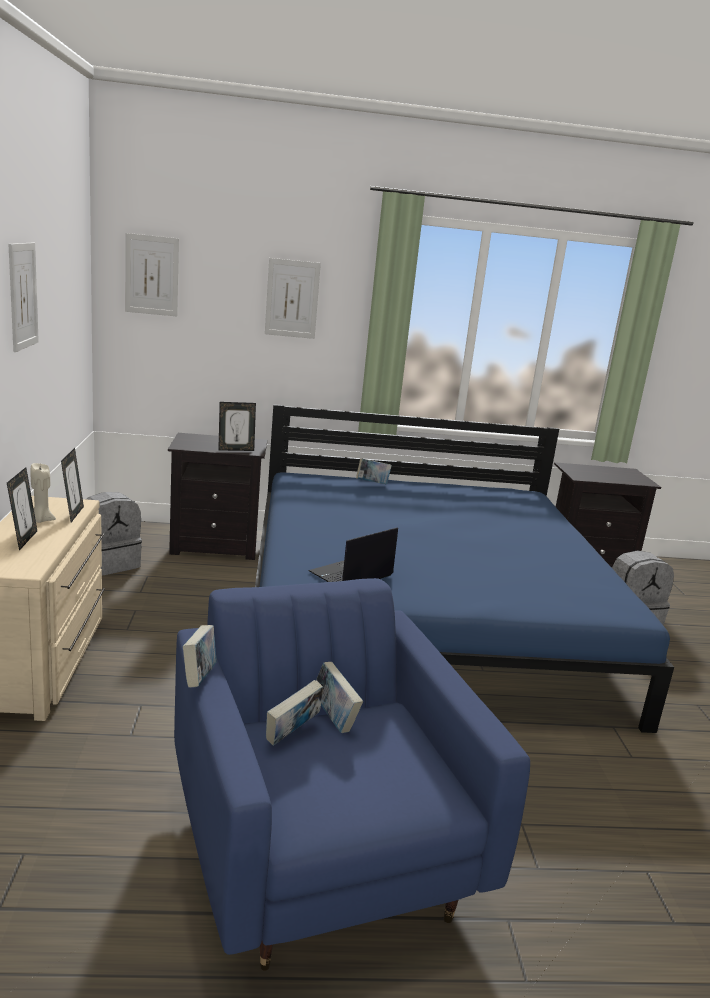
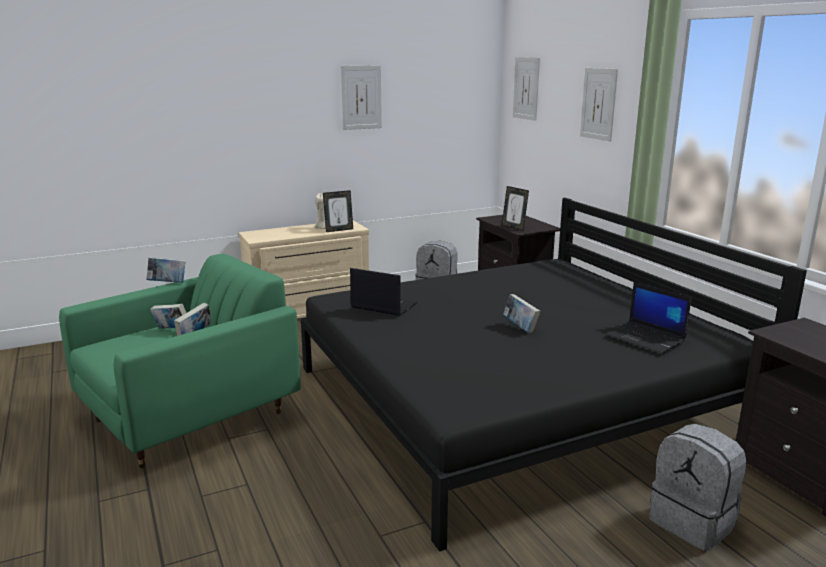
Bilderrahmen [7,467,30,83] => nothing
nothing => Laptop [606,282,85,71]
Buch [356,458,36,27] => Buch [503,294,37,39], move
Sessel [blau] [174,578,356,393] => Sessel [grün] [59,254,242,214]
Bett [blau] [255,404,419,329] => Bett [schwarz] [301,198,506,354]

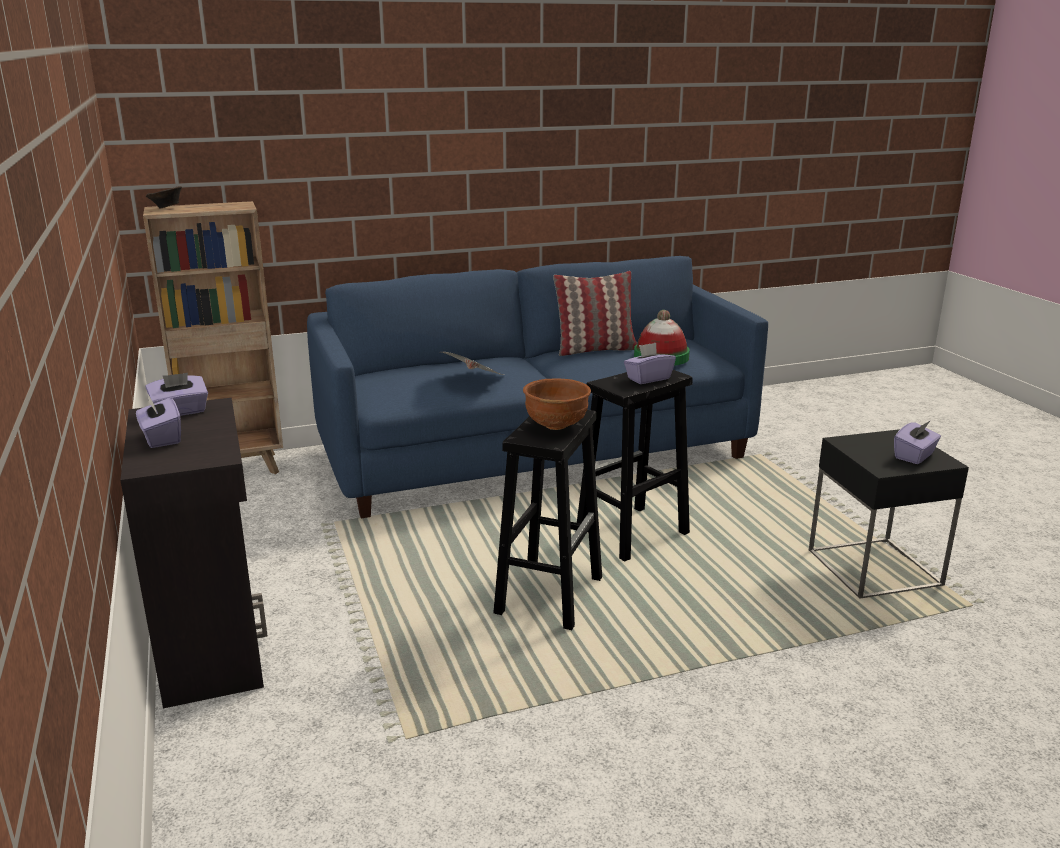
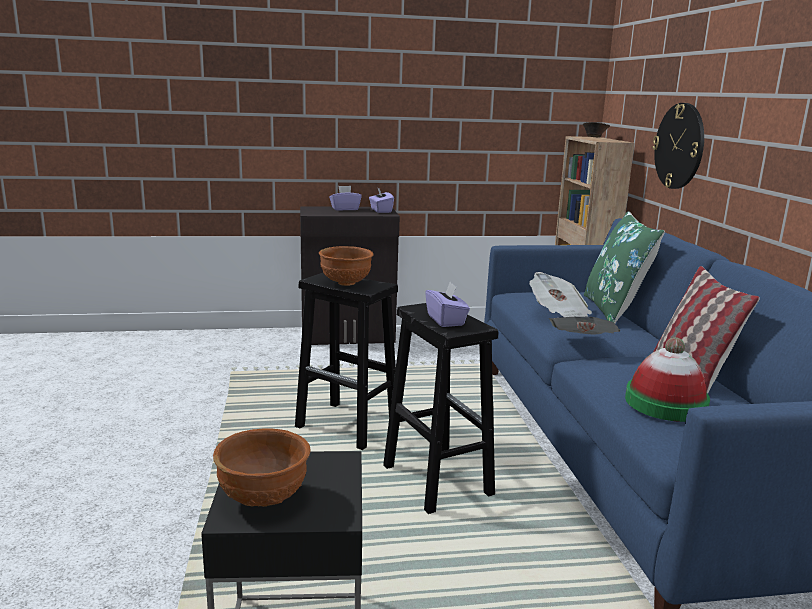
nothing => Zeitung [549,316,72,19]
nothing => Kissen [grün] [584,211,81,112]
nothing => Wanduhr [652,103,52,86]
Taschentuchbox [lila] [894,420,47,44] => Schüssel [braun] [213,428,98,79]

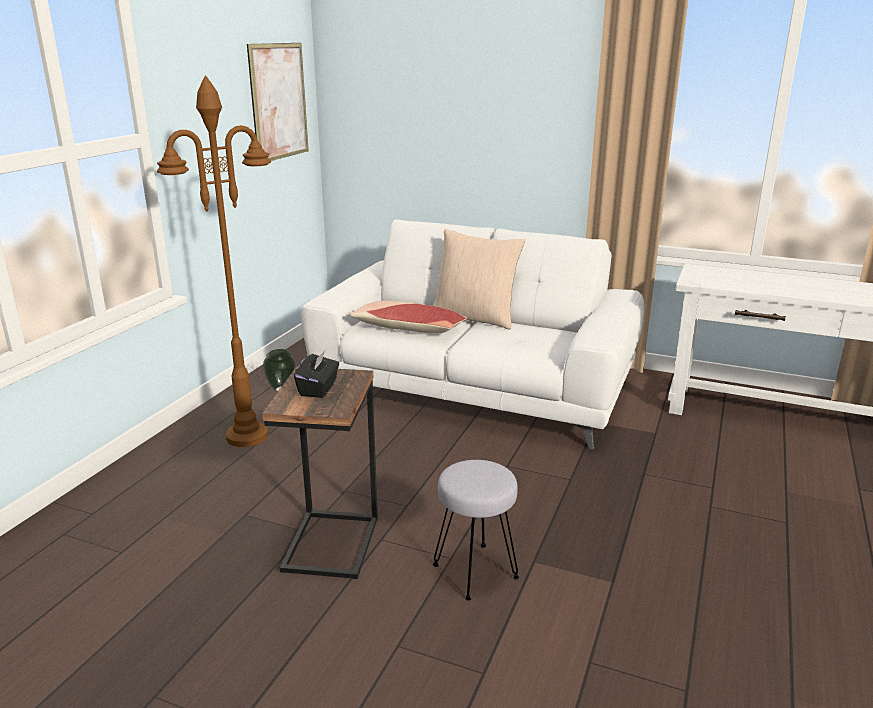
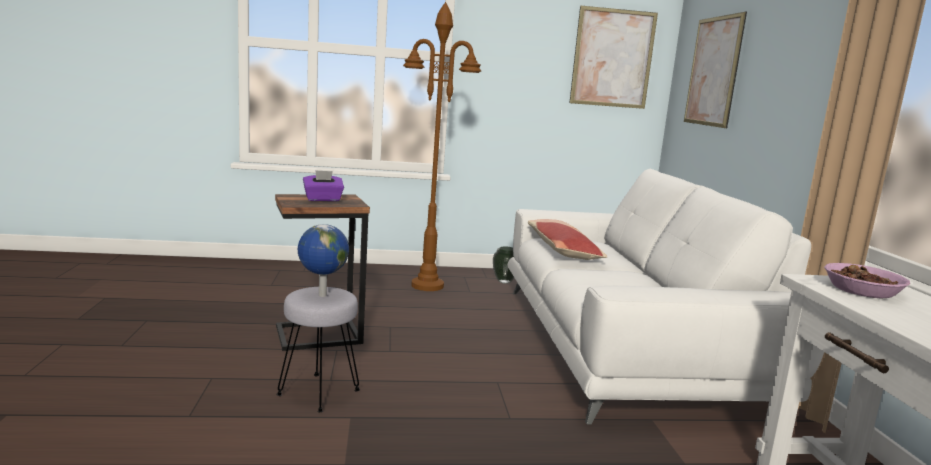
Kissen [beige] [432,229,93,100] => nothing
nothing => Globus [298,224,51,73]
nothing => Bild [684,12,63,116]
nothing => Schüssel [824,263,86,35]
Taschentuchbox [schwarz] [294,351,45,47] => Taschentuchbox [lila] [303,170,41,31]

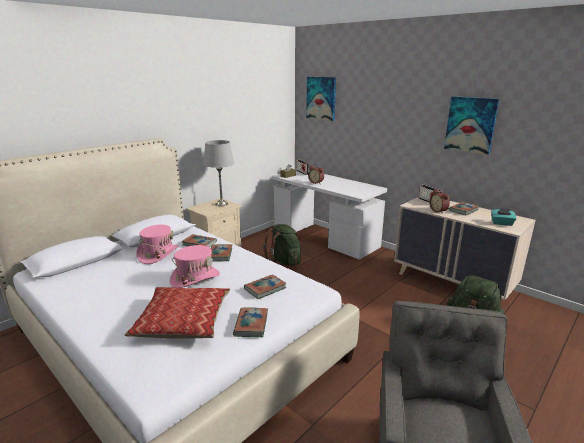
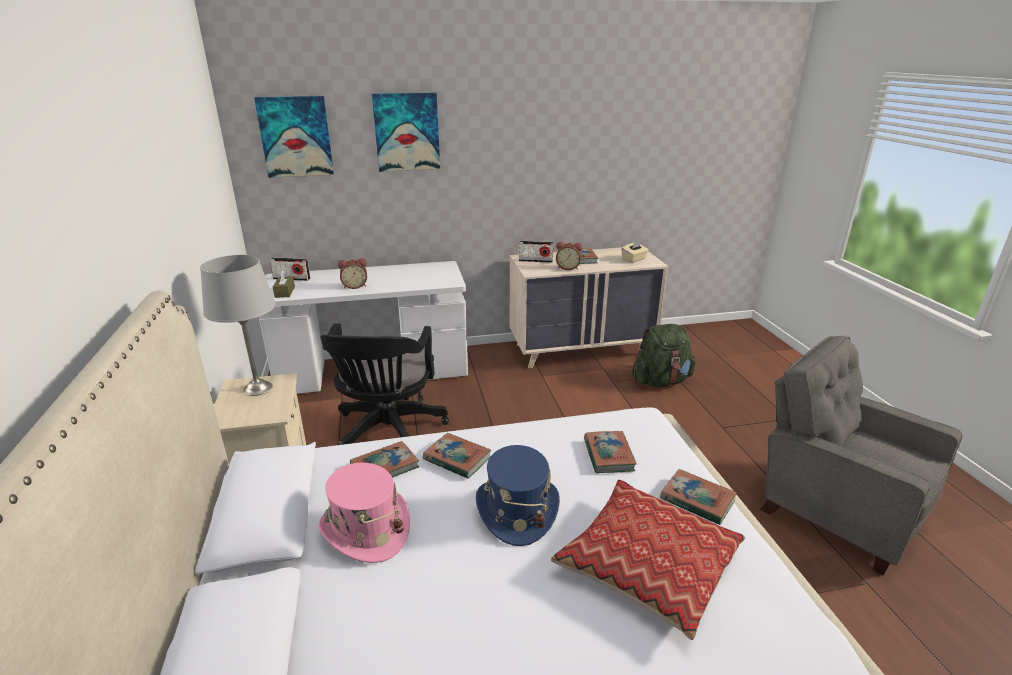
Bild [444,96,56,59] => Bild [372,92,68,80], move
Rucksack [grün] [263,224,38,42] => Bürostuhl [schwarz] [320,323,129,122]
Hut [rosa] [170,245,50,43] => Hut [blau] [476,445,84,101]
Taschentuchbox [türkis] [491,208,26,18] => Taschentuchbox [beige] [621,241,28,22]

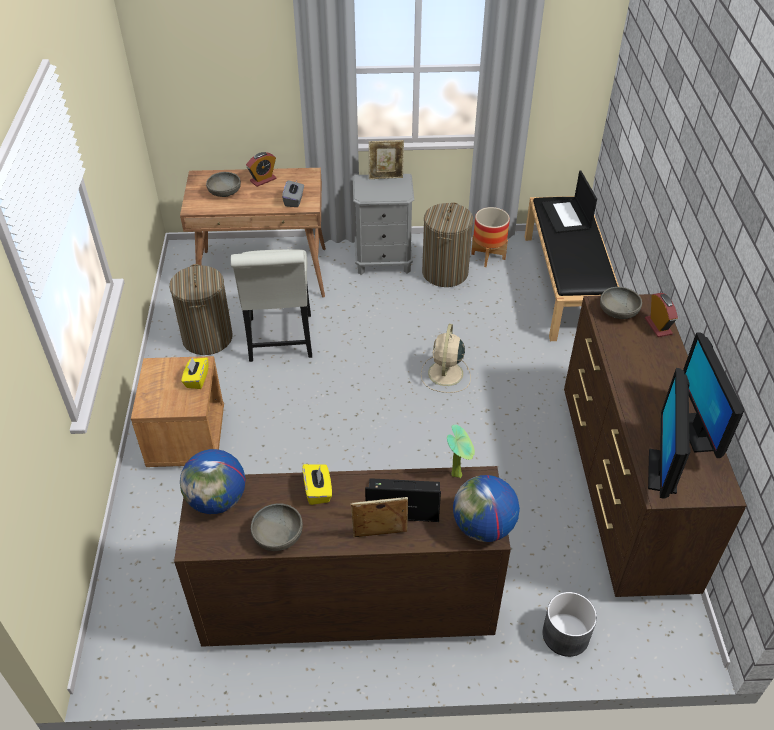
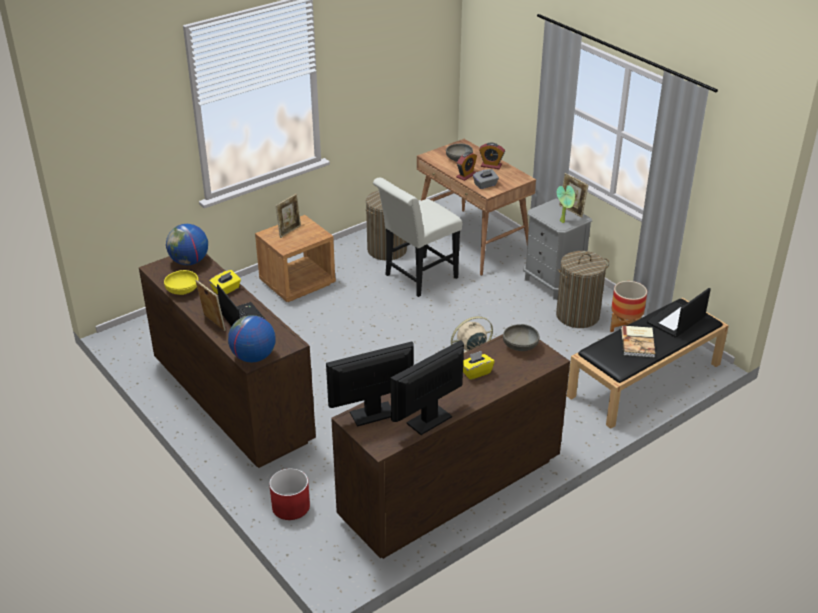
nothing => Bilderrahmen [275,194,26,44]
nothing => Buch [621,326,34,31]
Taschentuchbox [gelb] [181,357,27,32] => Taschentuchbox [gelb] [463,351,31,29], move
Topfpflanze [447,425,28,53] => Topfpflanze [557,185,18,38], move
Wecker [645,293,33,44] => Wecker [456,152,21,29], move
Schüssel [grau] [251,503,52,48] => Schüssel [gelb] [164,270,35,25]
Pflanzkübel [grau] [542,592,55,65] => Pflanzkübel [rot] [269,468,41,52]

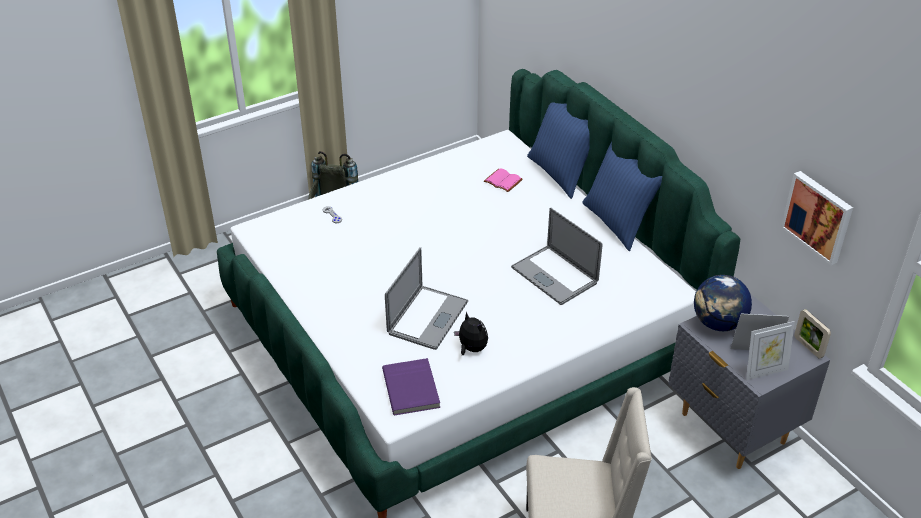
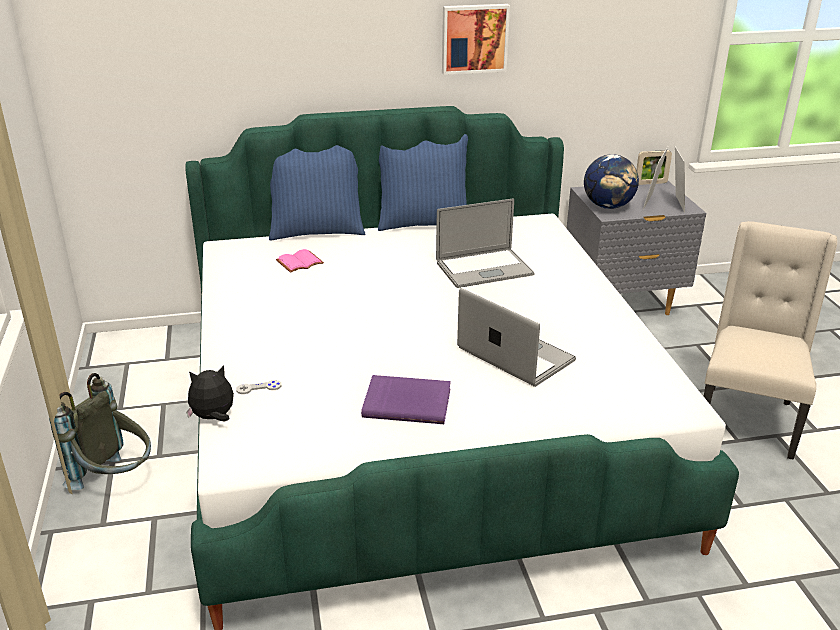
Buch [lila] [382,358,58,57] => Buch [lila] [361,375,90,49], move
Plüschtier [454,311,34,44] => Plüschtier [186,365,48,56], move
Bild [781,171,72,94] => Bild [442,4,68,71], move

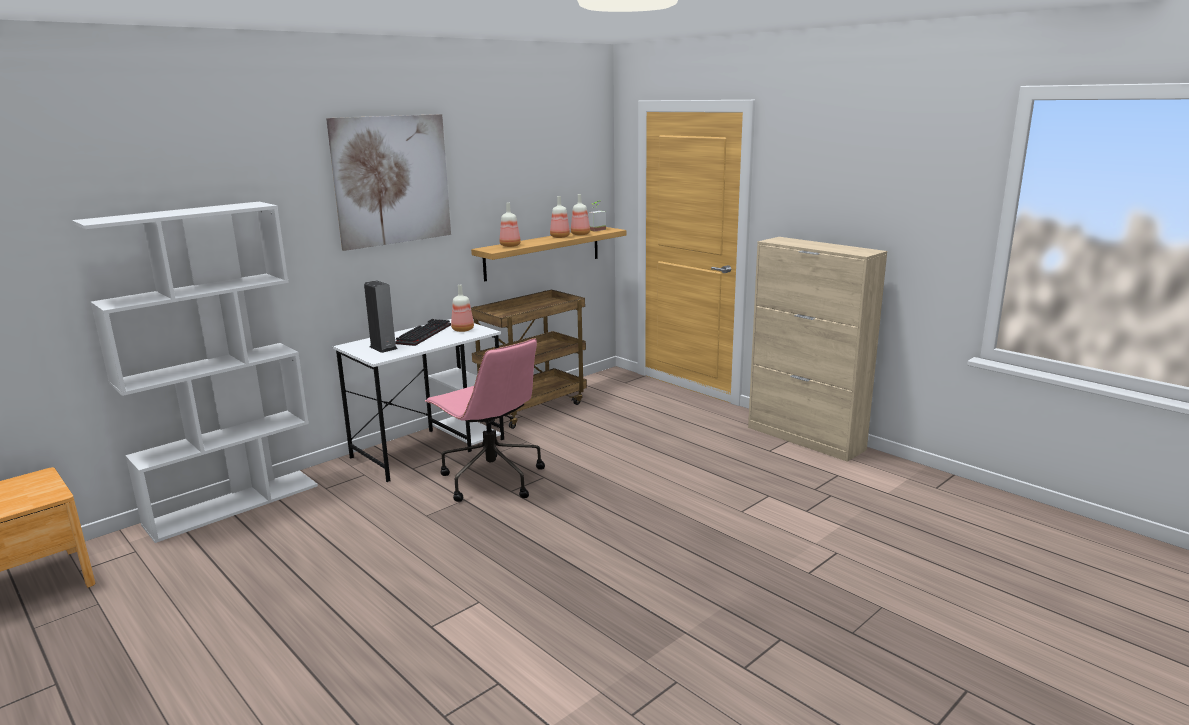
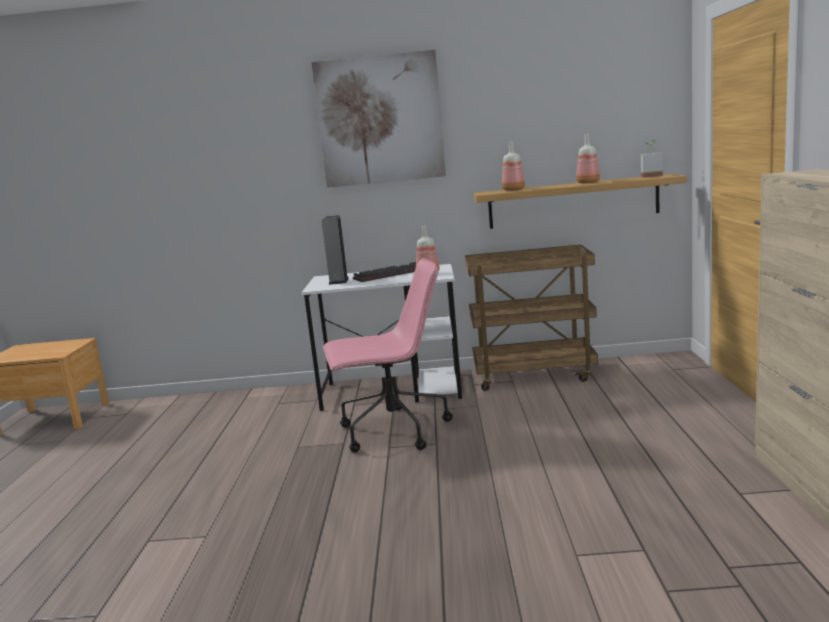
Bücherregal [weiß] [72,202,246,341] => nothing
Flasche [571,194,19,41] => nothing
Bürostuhl [rosa] [425,338,120,164] => Bürostuhl [rosa] [323,258,129,195], 105 degrees counterclockwise

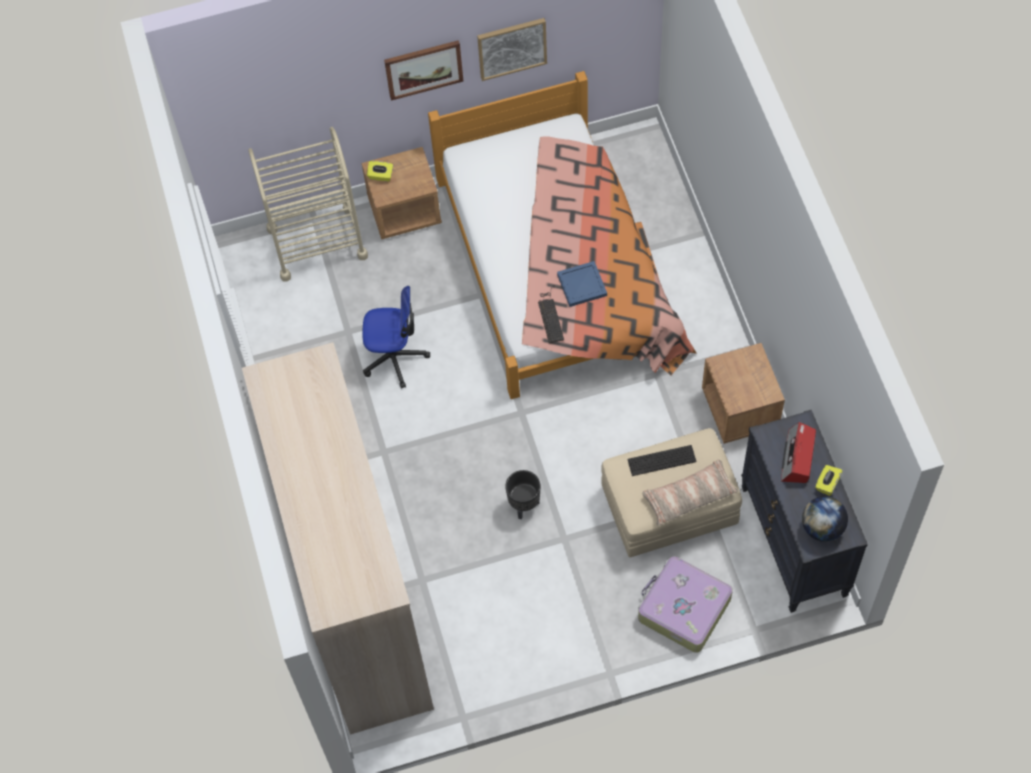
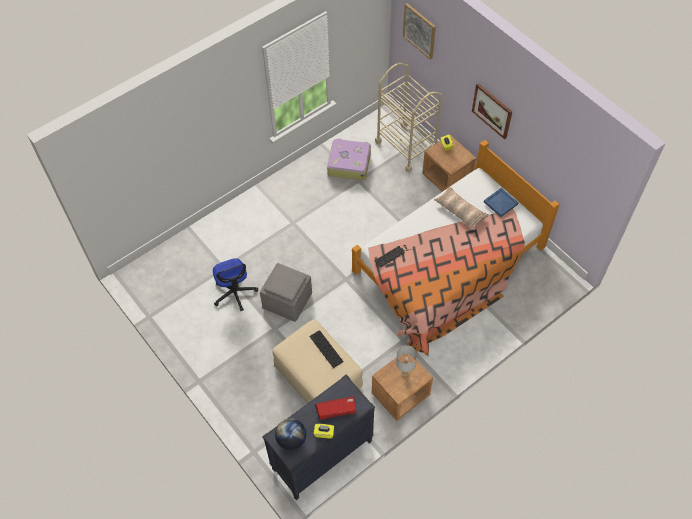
Kleiderschrank [242,342,192,393] => nothing
nothing => Tischlampe [grau] [396,345,21,33]
Bürostuhl [362,286,68,102] => Bürostuhl [213,258,45,53], move
Bild [477,18,70,63] => Bild [403,3,33,57], move
Tablett [blau] [557,261,50,46] => Tablett [blau] [484,188,35,29], move
Koffer [638,556,95,97] => Koffer [327,138,44,42], move
Kissen [642,460,97,66] => Kissen [434,187,54,43], move
Pflanzkübel [schwarz] [505,470,36,49] => Polsterhocker [grau] [260,263,52,59]

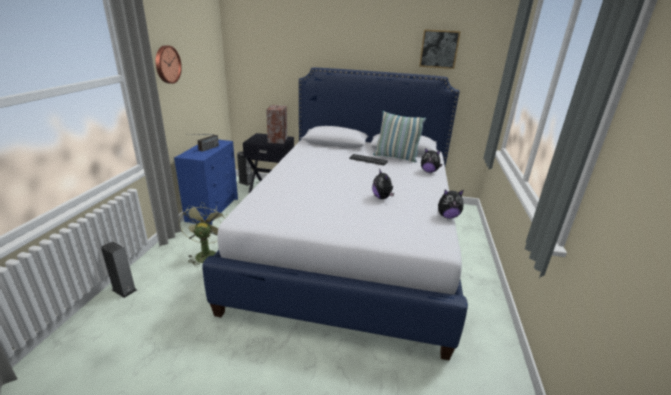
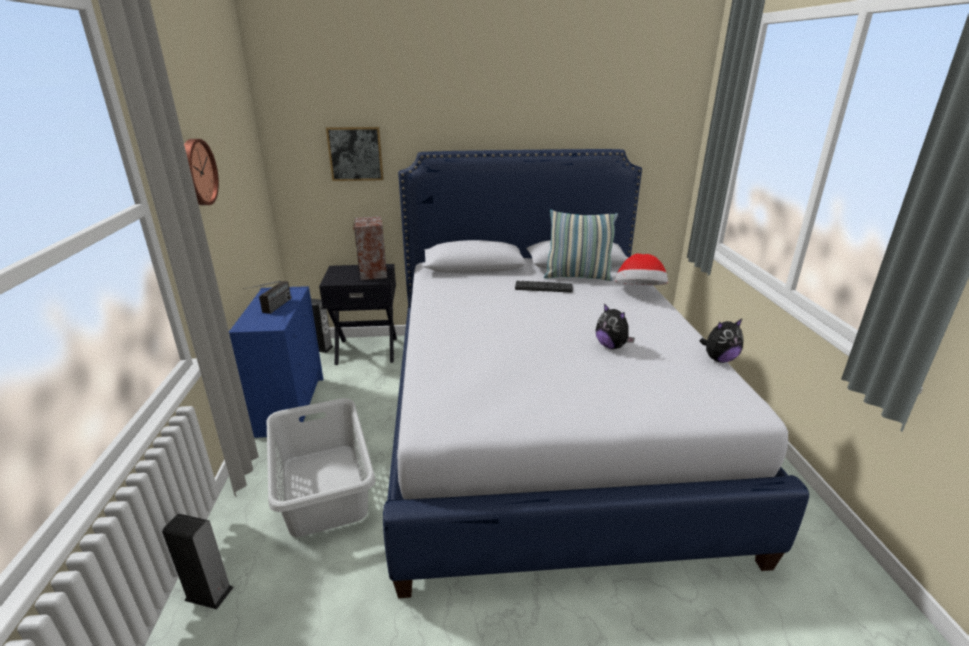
Bild [419,30,42,39] => Bild [326,127,58,54], move
Ventilator [grün] [179,202,46,65] => Wäschekorb [grau] [267,398,109,139]
Plüschtier [421,148,22,25] => Hut [615,254,53,31]

